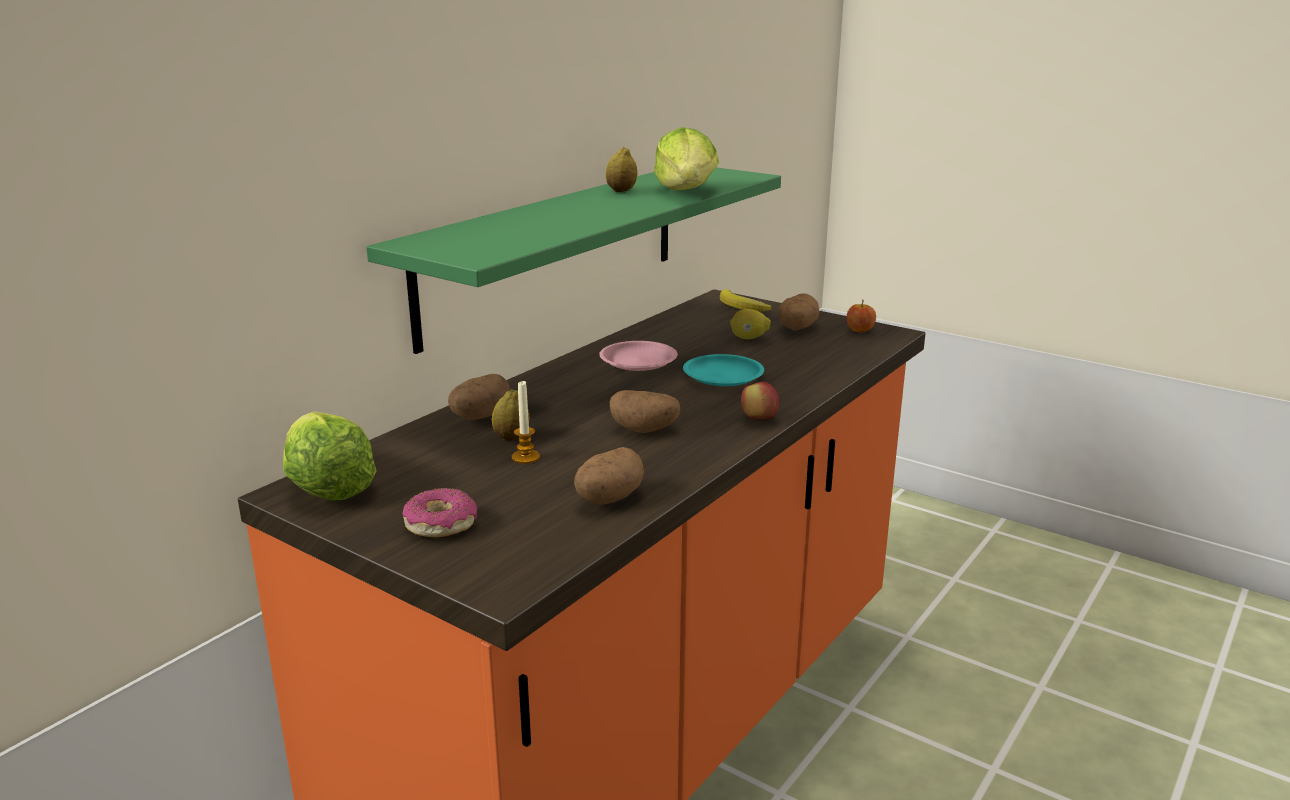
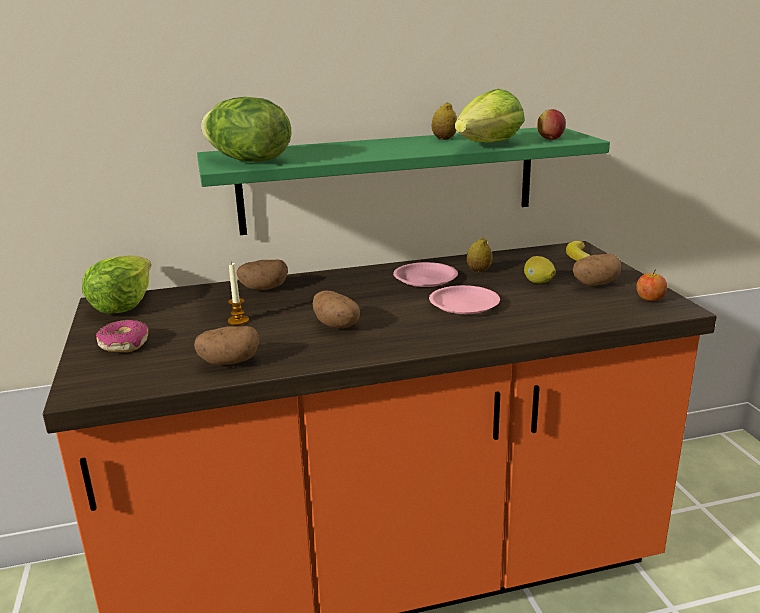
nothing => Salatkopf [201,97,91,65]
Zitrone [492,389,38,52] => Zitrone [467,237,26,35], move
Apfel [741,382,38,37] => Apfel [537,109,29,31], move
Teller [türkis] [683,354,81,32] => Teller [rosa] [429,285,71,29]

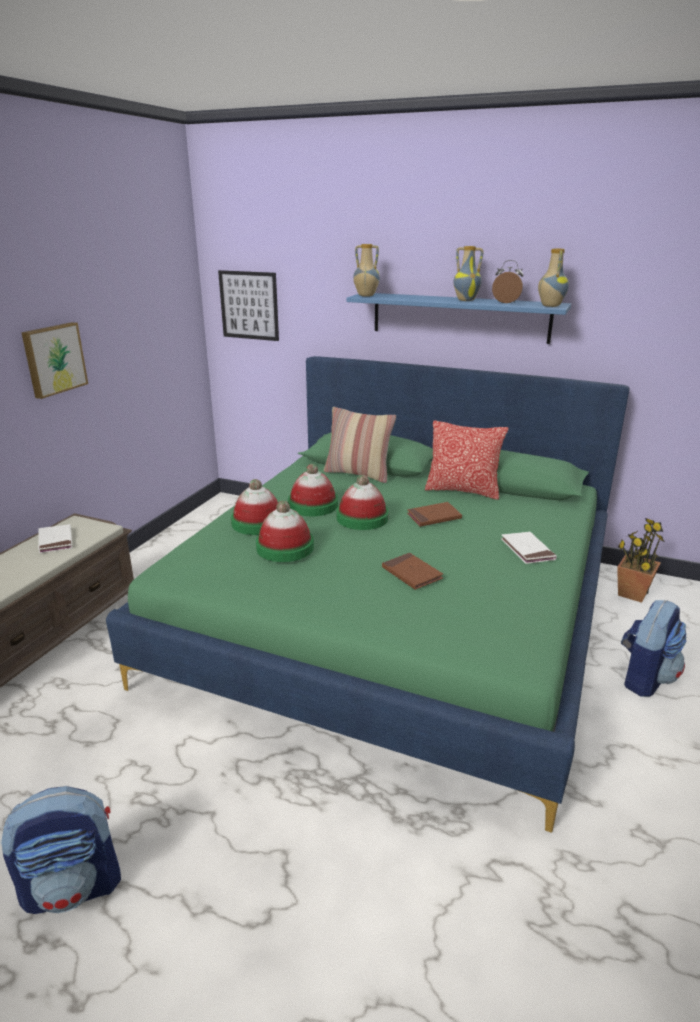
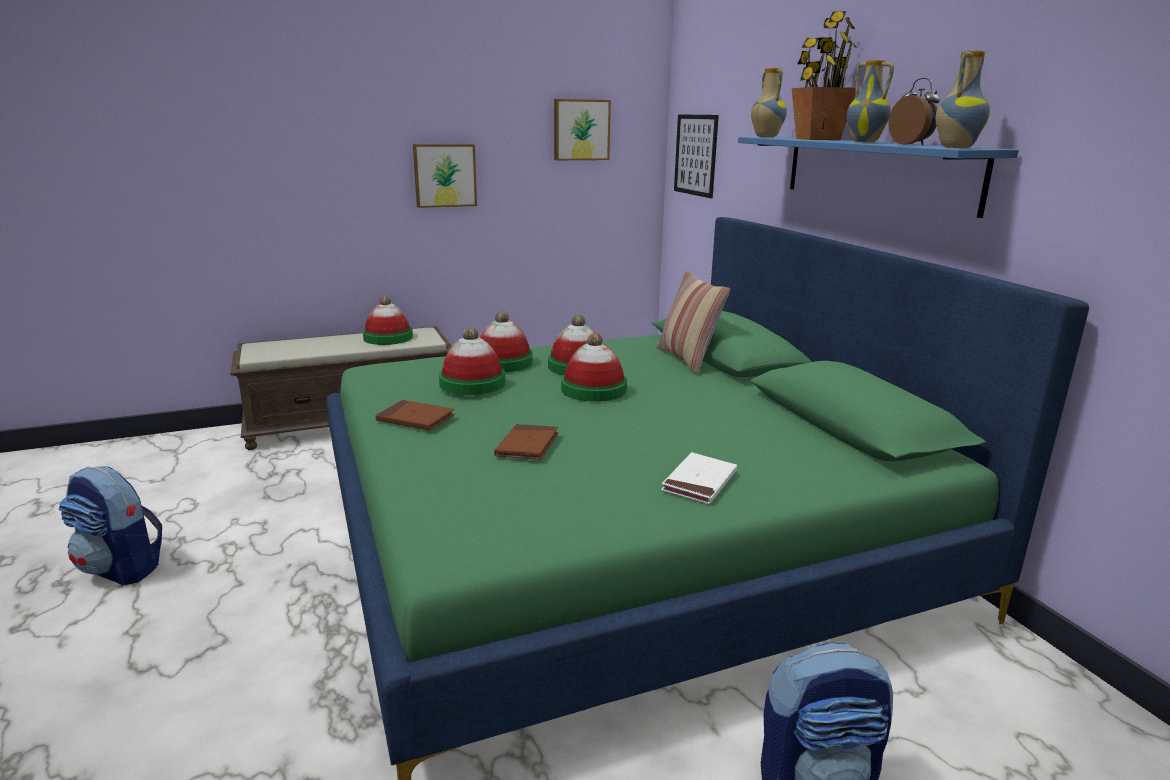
Kissen [425,420,84,80] => nothing
nothing => Bild [554,99,57,61]
Buch [braun] [407,502,55,25] => Buch [braun] [375,400,80,31], move
Topfpflanze [617,518,48,85] => Topfpflanze [792,11,66,129], move
Buch [weiß] [38,524,35,29] => Hut [363,296,50,49]

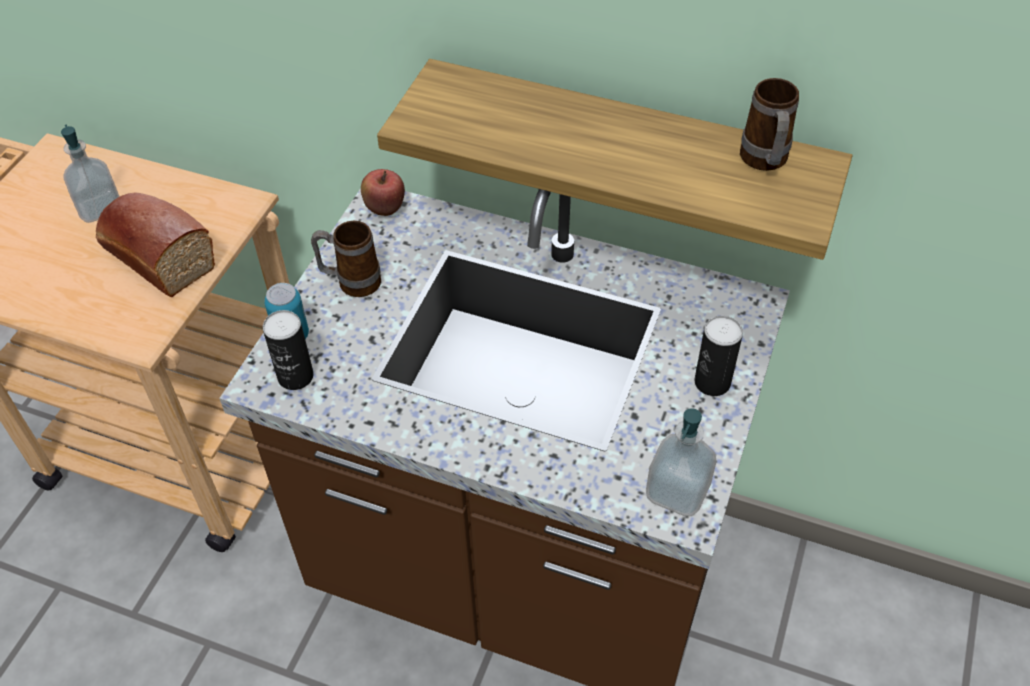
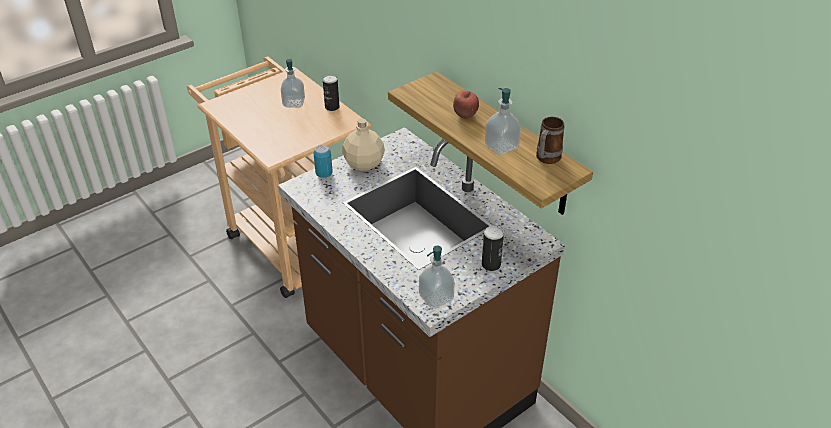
Brot [96,192,119,105] => nothing
nothing => Seifenspender [485,88,36,67]
Dose [263,310,51,80] => Dose [323,75,17,36], move
Apfel [361,169,44,47] => Apfel [453,91,26,28], move
Henkelbecher [311,221,70,76] => Flasche [beige] [342,119,43,52]

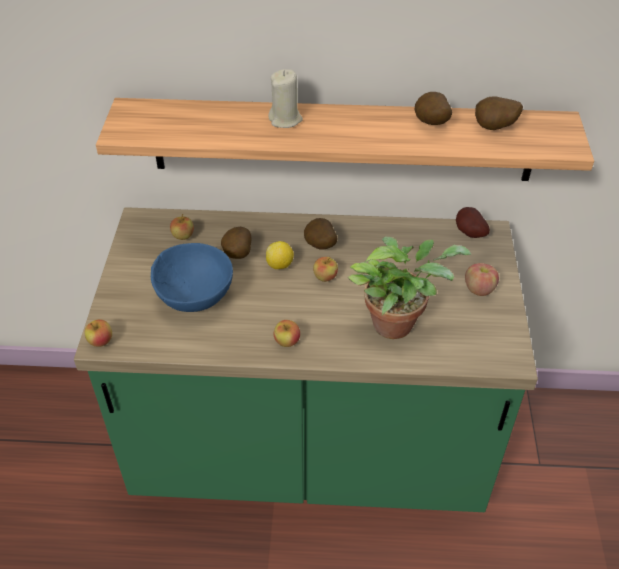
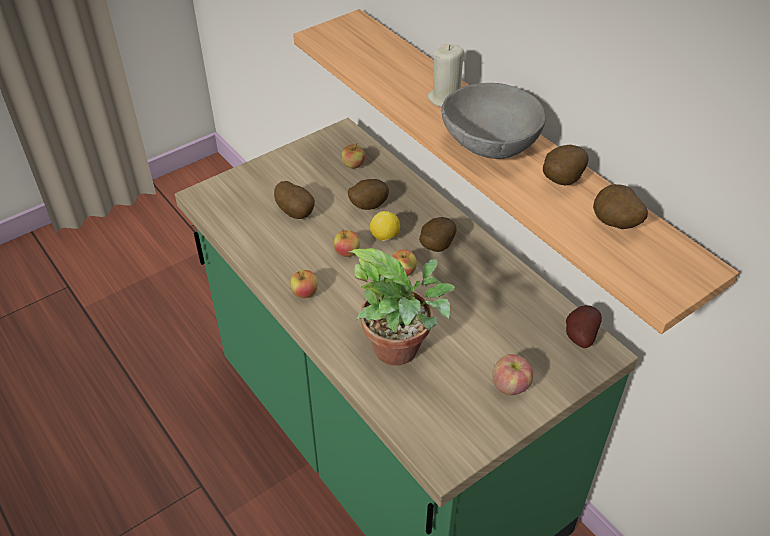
nothing => Schüssel [grau] [441,83,105,76]
Apfel [84,319,28,28] => Apfel [334,229,26,28], move
Schüssel [blau] [151,243,82,69] => Kartoffel [274,181,41,38]

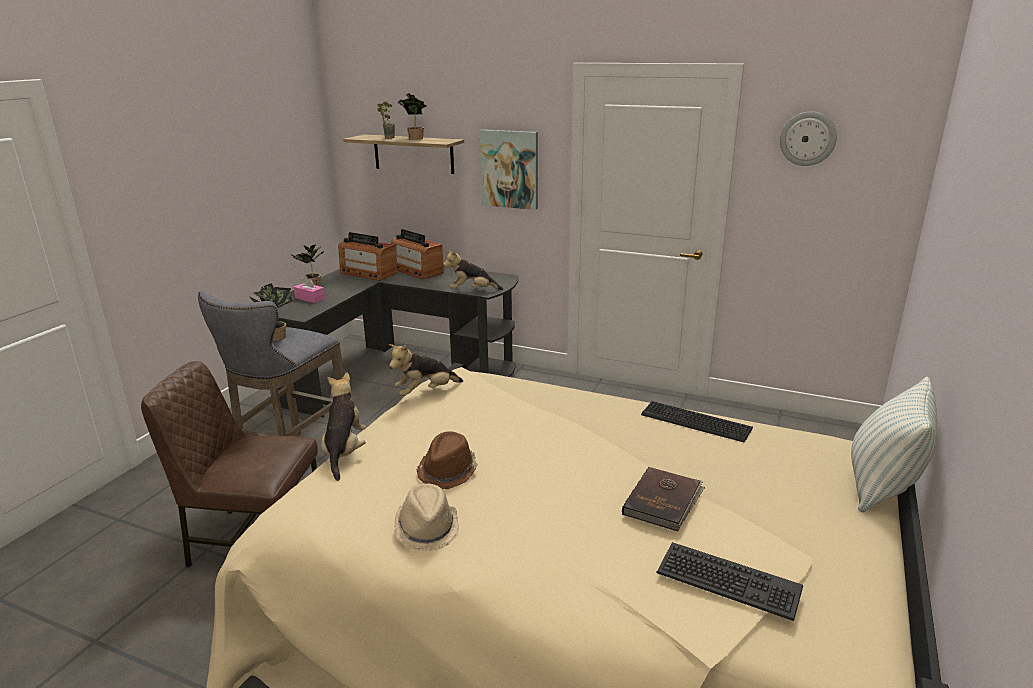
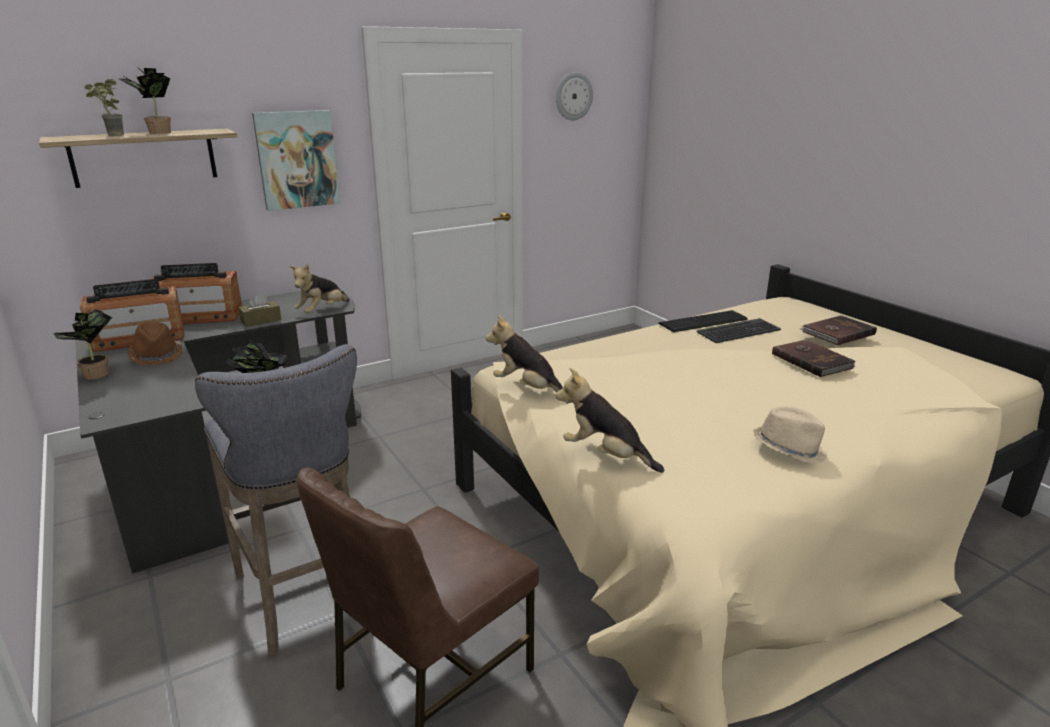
Taschentuchbox [rosa] [294,276,31,27] => nothing
Kissen [851,377,86,135] => nothing
nothing => Taschentuchbox [braun] [238,292,43,35]
nothing => Buch [braun] [800,315,77,31]
Hut [braun] [417,431,61,58] => Hut [braun] [128,322,54,43], move
Tastatur [656,542,147,79] => Tastatur [696,318,85,25], move
Plüschtier [389,344,74,52] => Plüschtier [486,315,77,78], 120 degrees clockwise

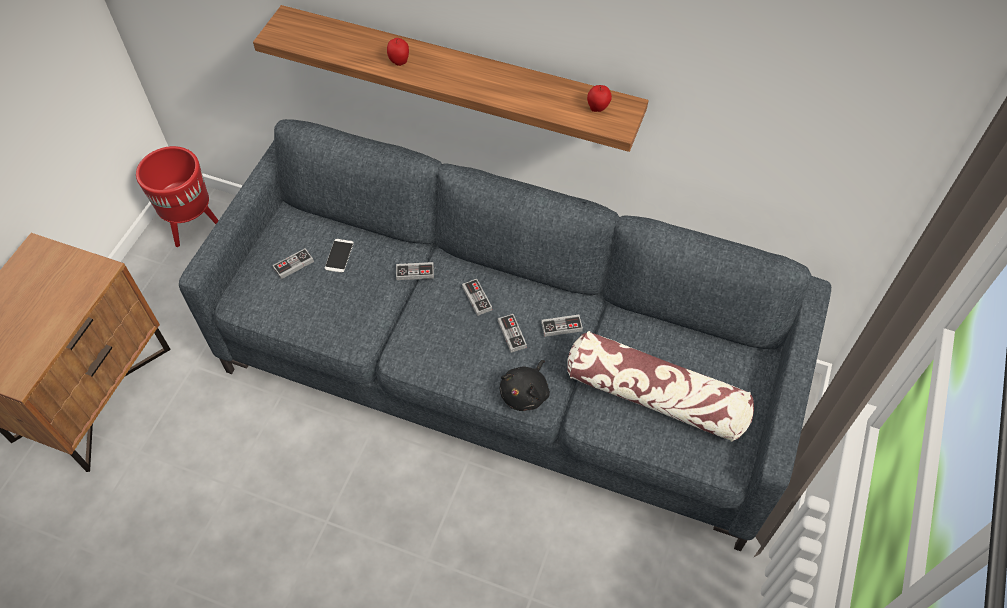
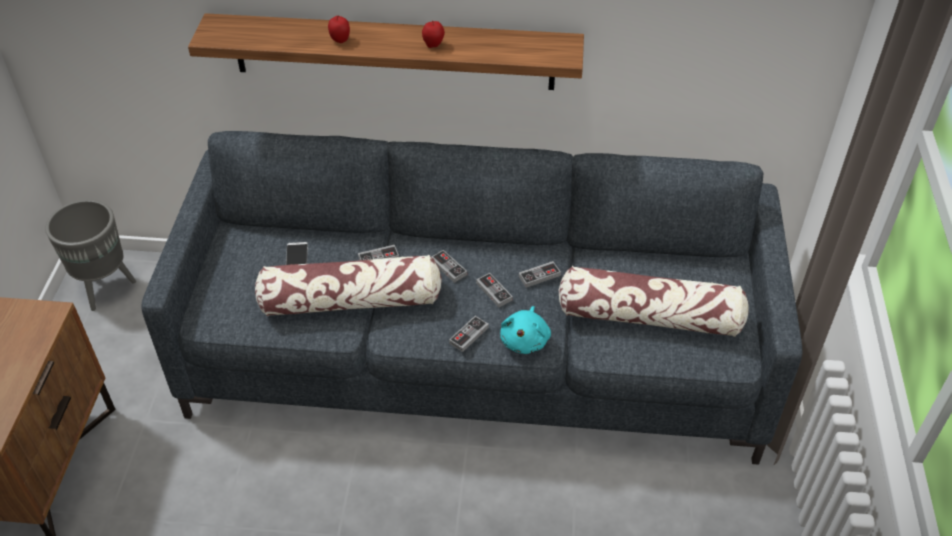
nothing => Kissen [255,255,187,61]
Gamepad [272,248,42,31] => Gamepad [449,316,40,36], move
Apfel [587,85,25,27] => Apfel [422,21,23,27], move
Pflanzkübel [rot] [136,146,83,101] => Pflanzkübel [grau] [45,200,91,111]
Plüschtier [schwarz] [499,360,51,51] => Plüschtier [türkis] [500,306,51,48]

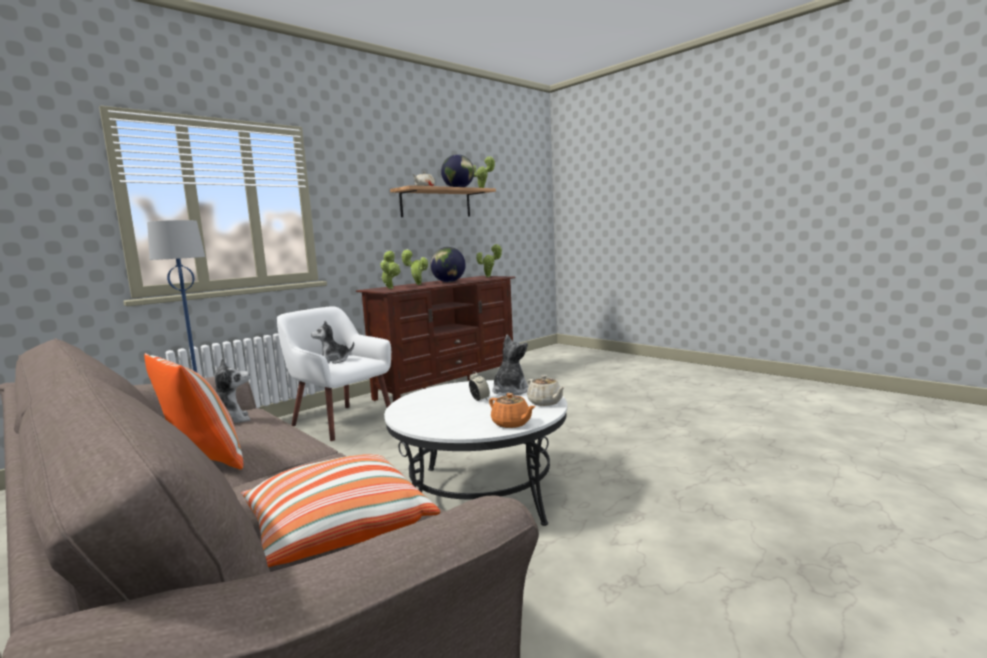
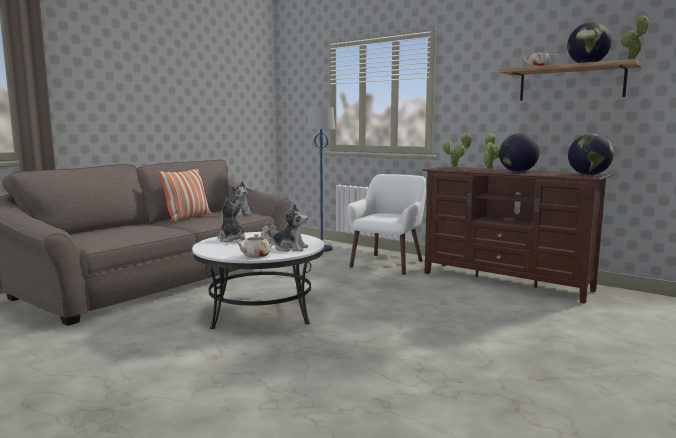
Kissen [241,454,199,113] => nothing
Teekanne [orange] [489,393,47,35] => nothing
Plüschtier [311,321,43,43] => Plüschtier [218,198,28,44], move
Topfpflanze [476,244,27,33] => Globus [568,134,46,41]

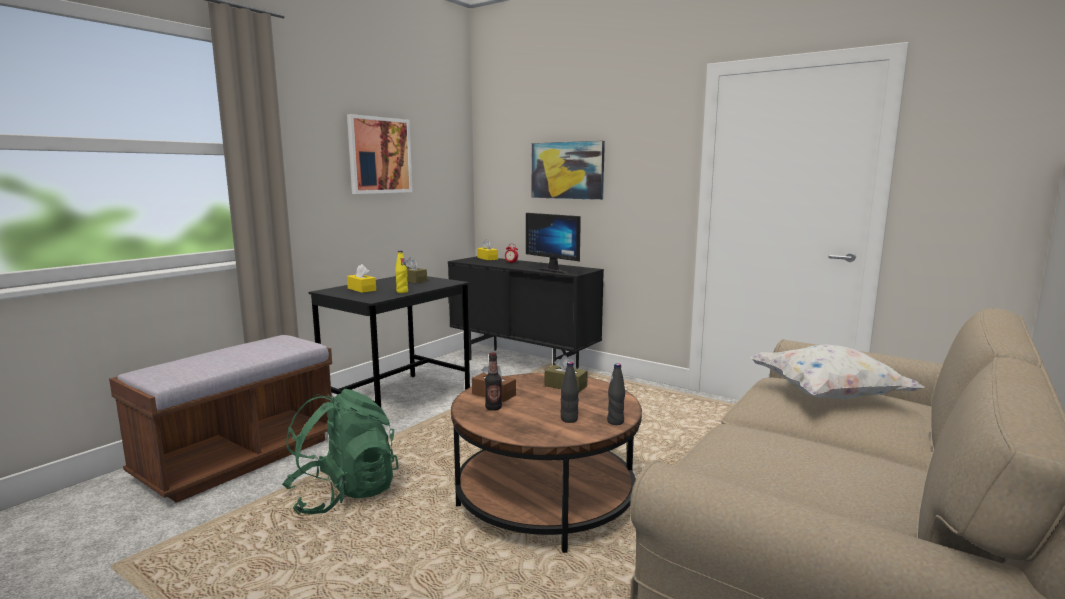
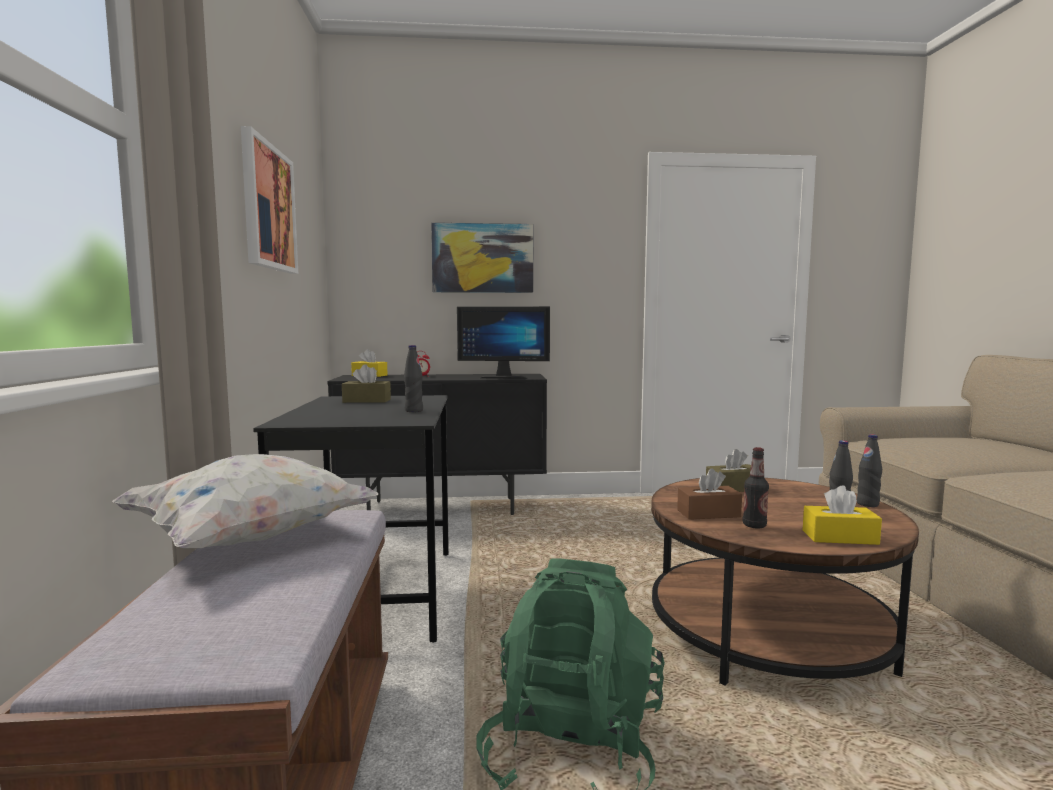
Taschentuchbox [gelb] [347,264,29,29] => Taschentuchbox [gelb] [803,485,79,60], move
Kissen [weiß] [750,344,175,55] => Kissen [weiß] [112,454,266,94], move
Flasche [gelb] [395,251,13,42] => Flasche [schwarz] [404,345,19,67]

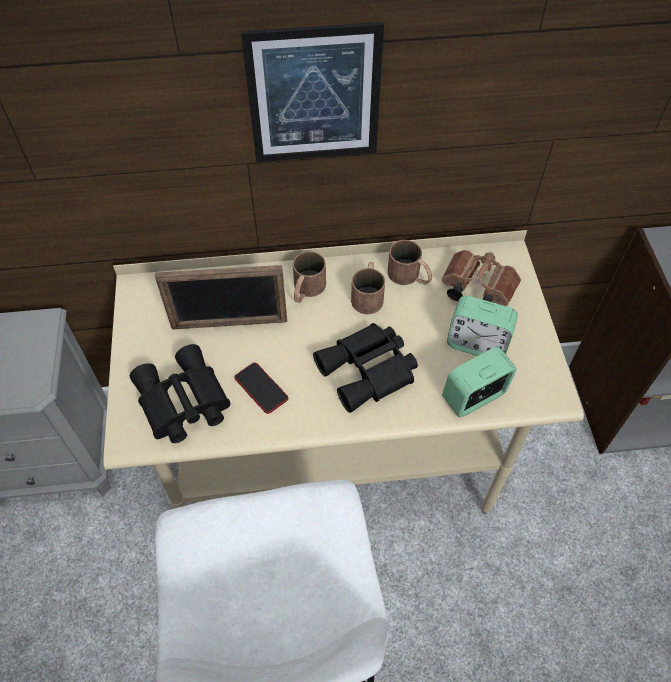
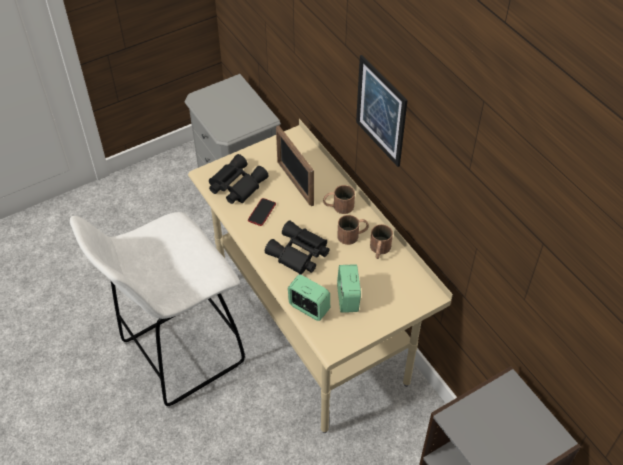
Fernglas [braun] [442,250,79,56] => nothing

